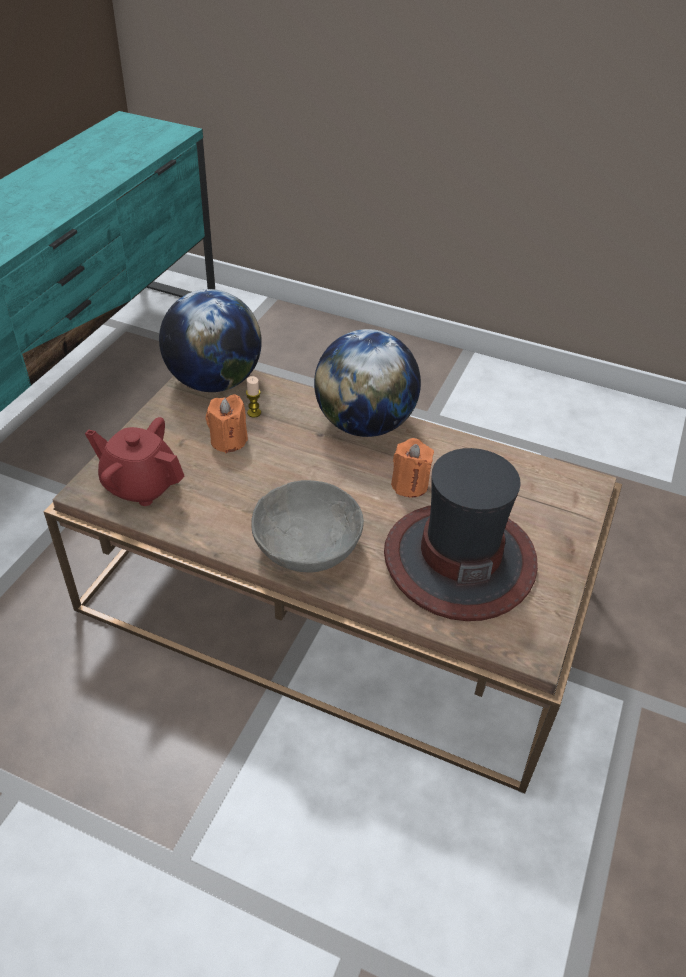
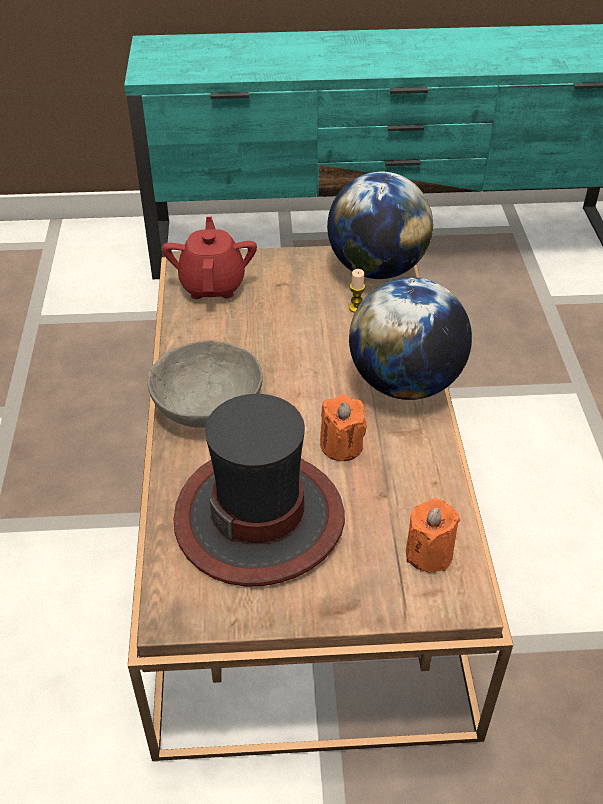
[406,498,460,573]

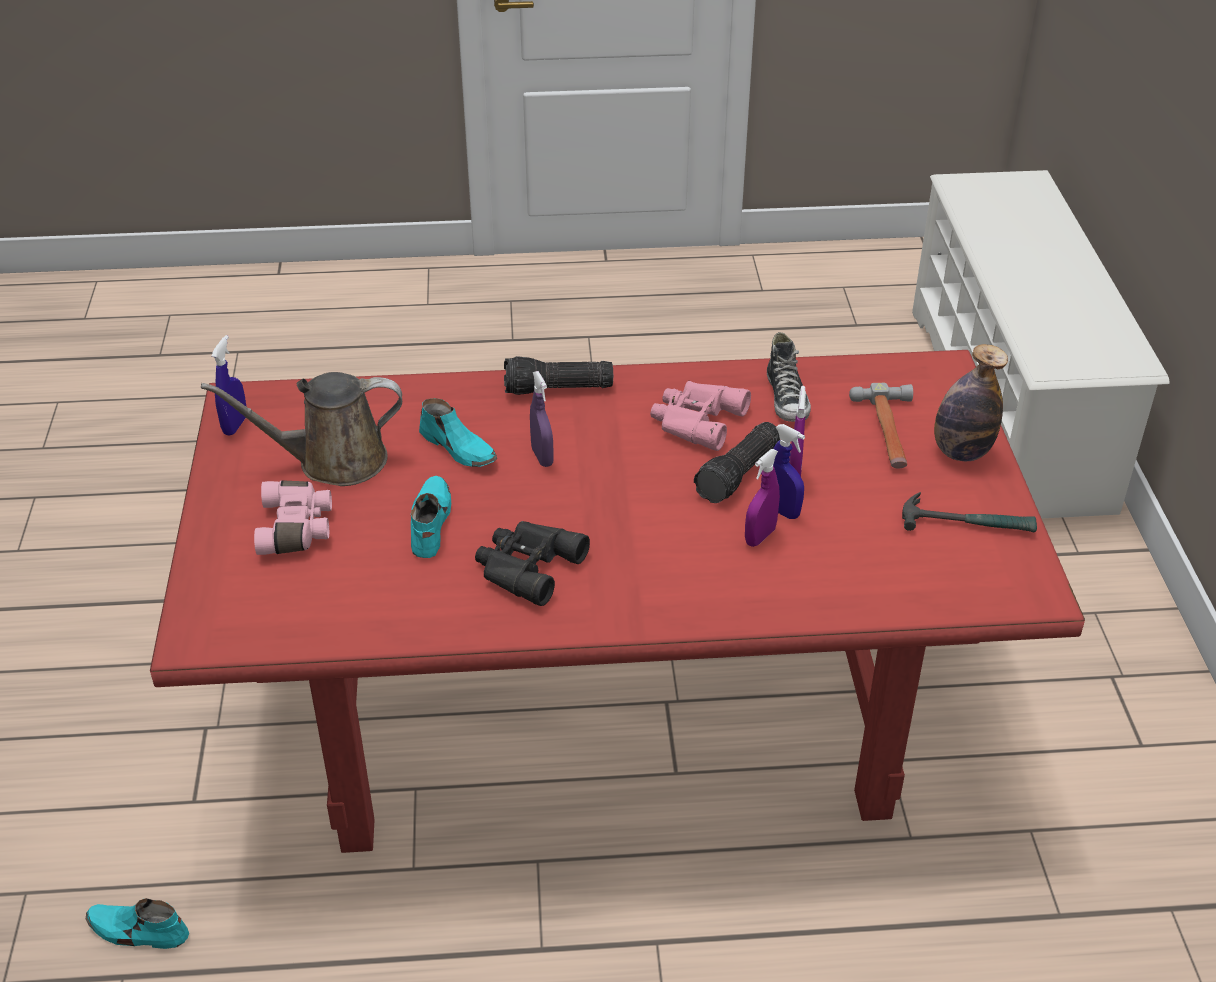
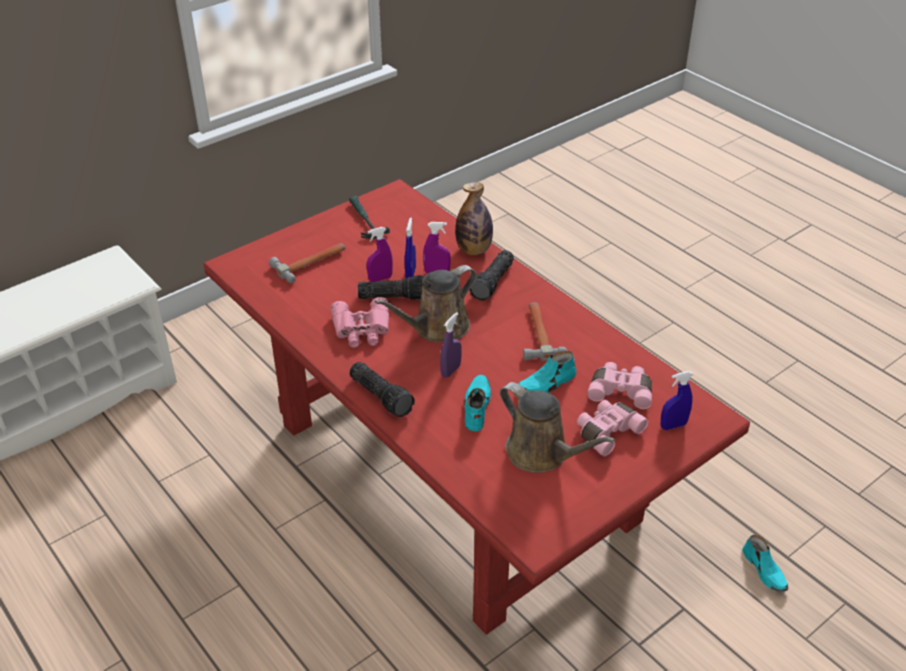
[767,332,811,422] (first image)
[660,371,693,430]
[455,182,493,255]
[523,302,567,361]
[470,250,514,301]
[375,265,477,342]
[587,362,652,409]

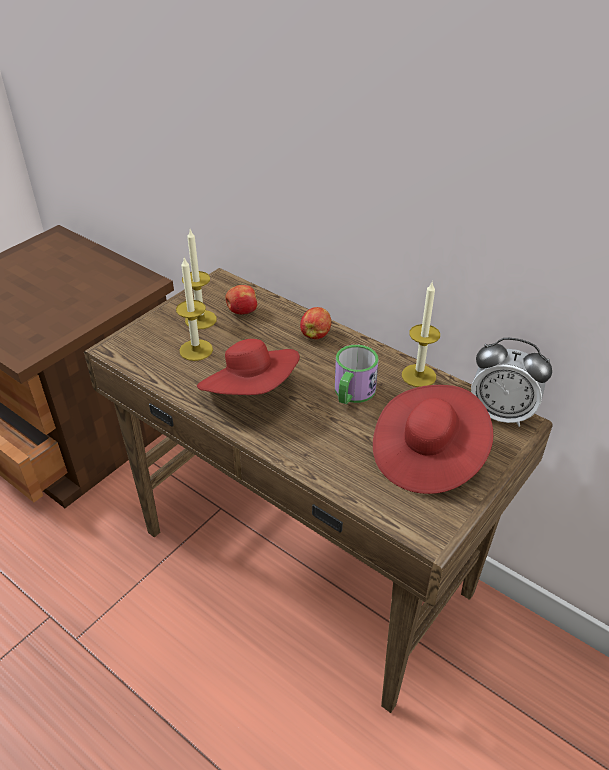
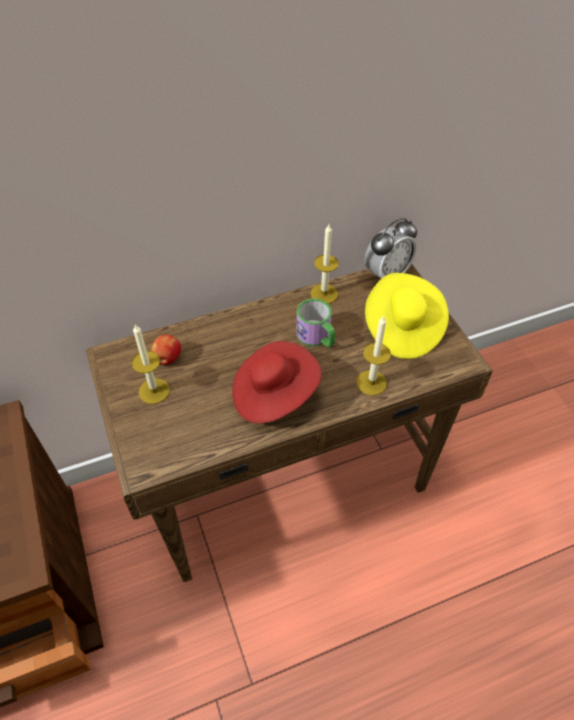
[356,315,391,395]
[300,307,331,339] (first image)
[365,273,449,359]

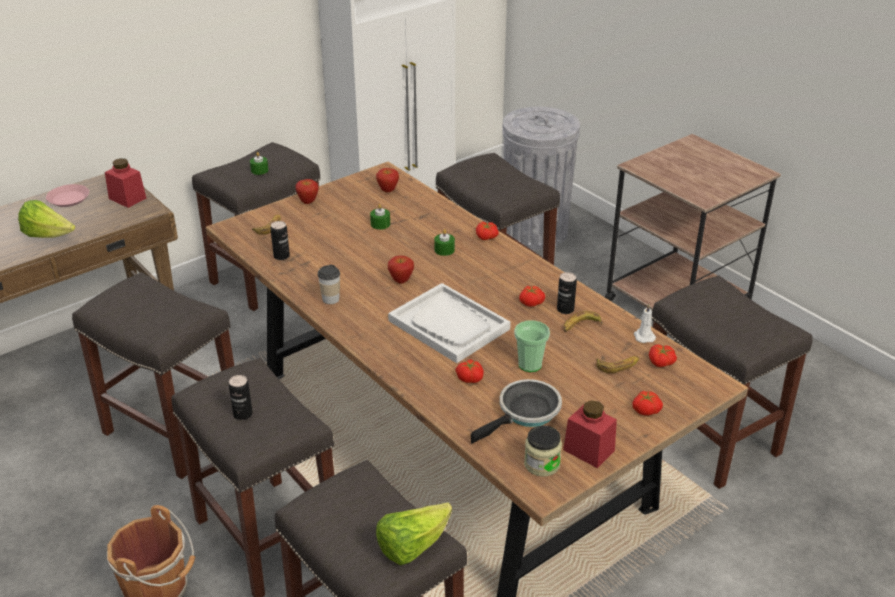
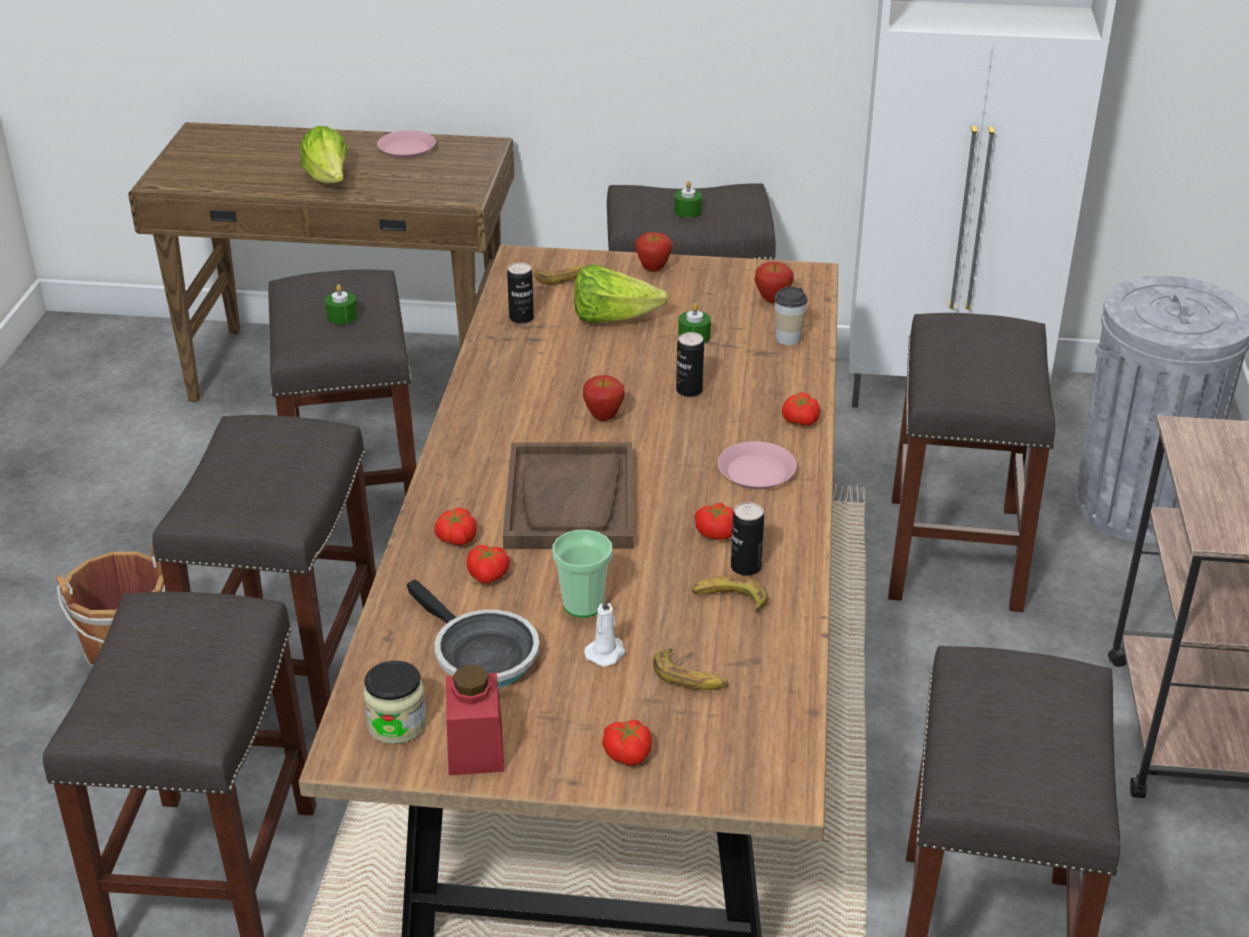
[105,158,146,208] (first image)
[325,284,357,324]
[774,287,808,345]
[503,442,633,549]
[584,596,626,667]
[434,508,477,545]
[676,332,704,397]
[407,579,539,688]
[574,264,669,323]
[718,441,797,489]

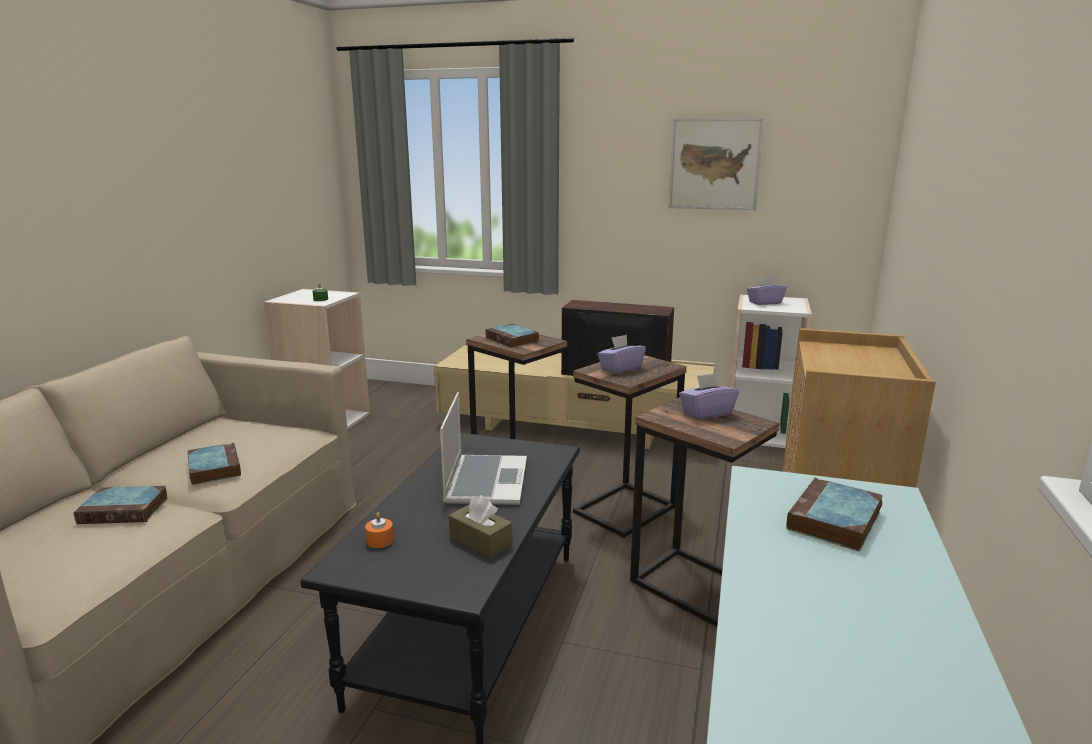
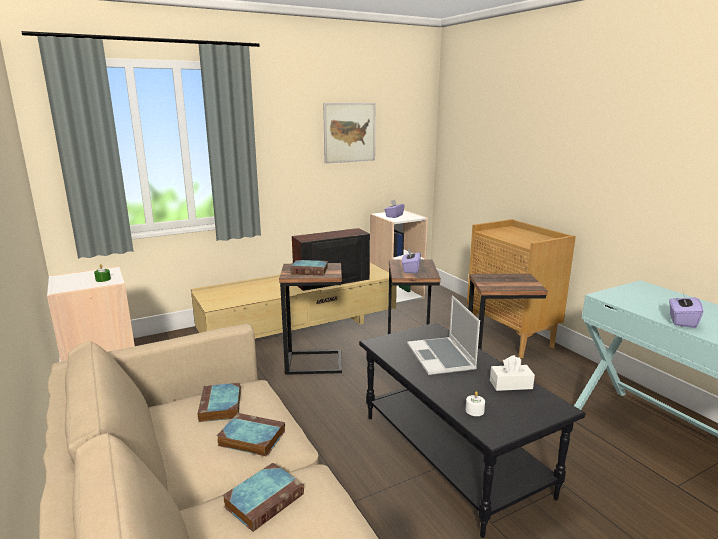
[669,293,703,328]
[407,296,480,375]
[198,383,241,422]
[490,355,535,391]
[465,391,485,416]

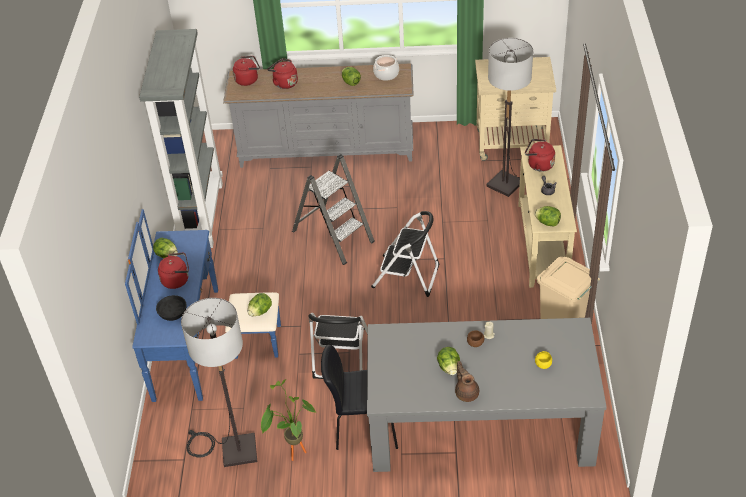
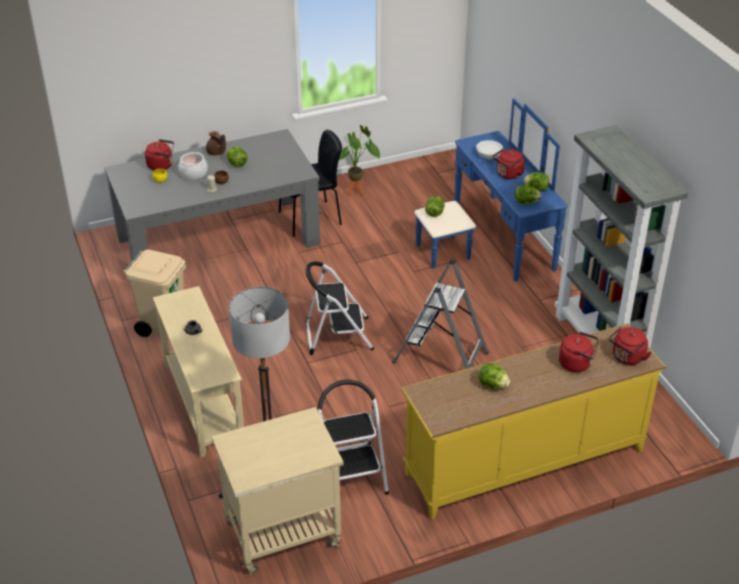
[179,152,208,180]
[401,323,666,519]
[145,139,174,171]
[515,185,541,204]
[476,140,503,160]
[181,298,257,467] (first image)
[318,380,389,495]

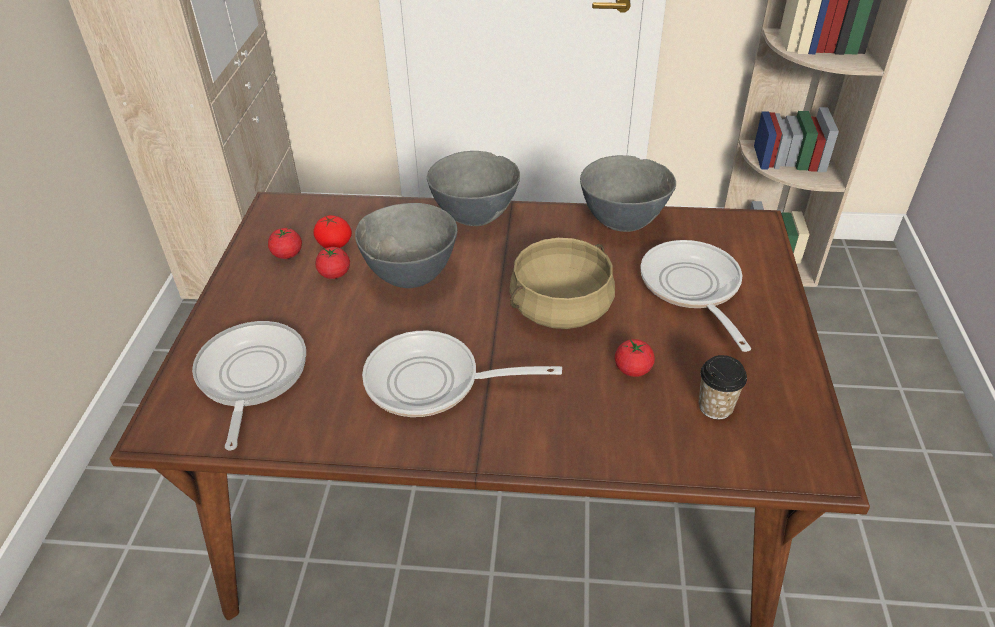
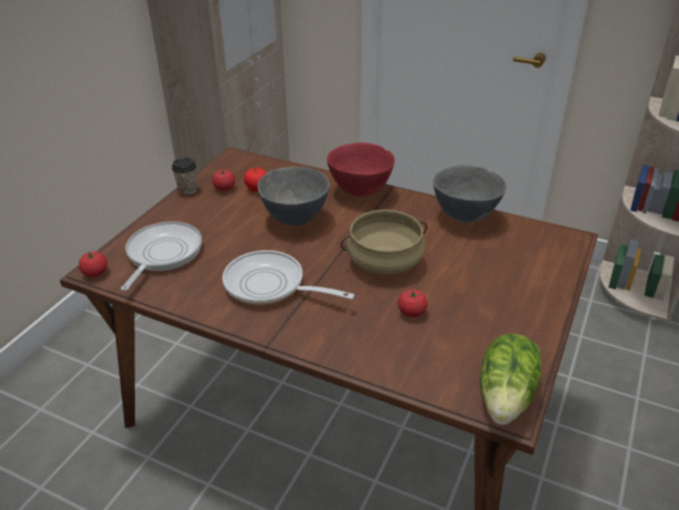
[327,143,395,197]
[640,240,751,352] (first image)
[79,251,107,277]
[172,157,198,194]
[480,334,541,425]

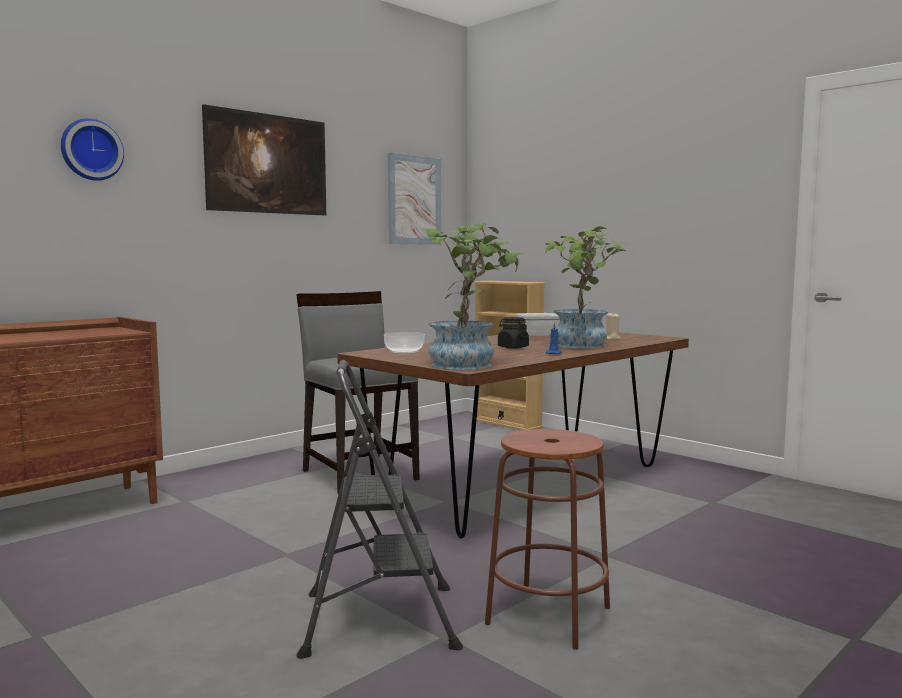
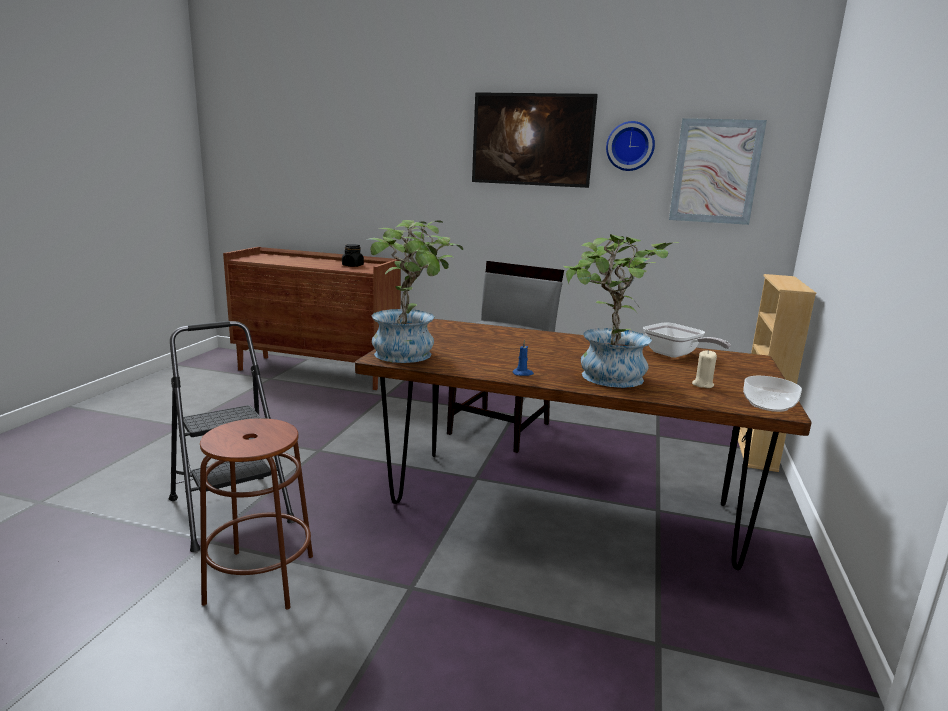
[606,121,655,171]
[342,244,364,267]
[743,376,802,412]

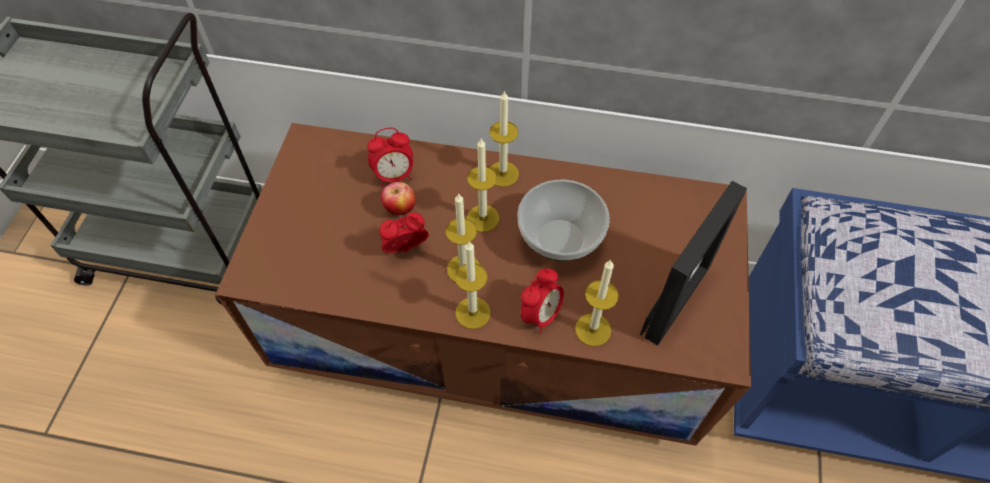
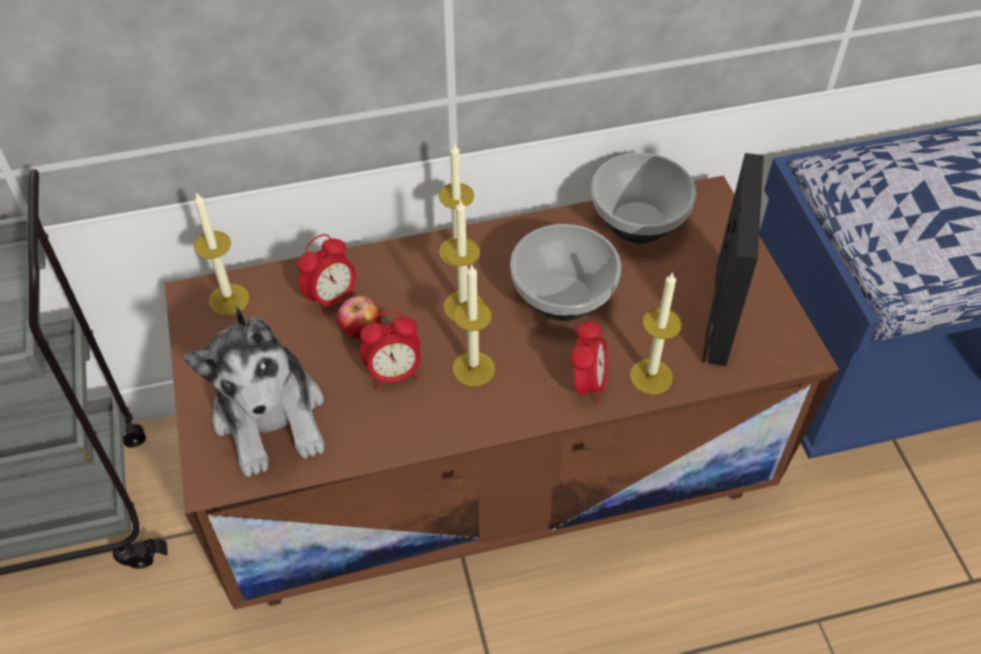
[360,311,421,389]
[194,192,250,316]
[592,153,696,243]
[184,306,324,477]

